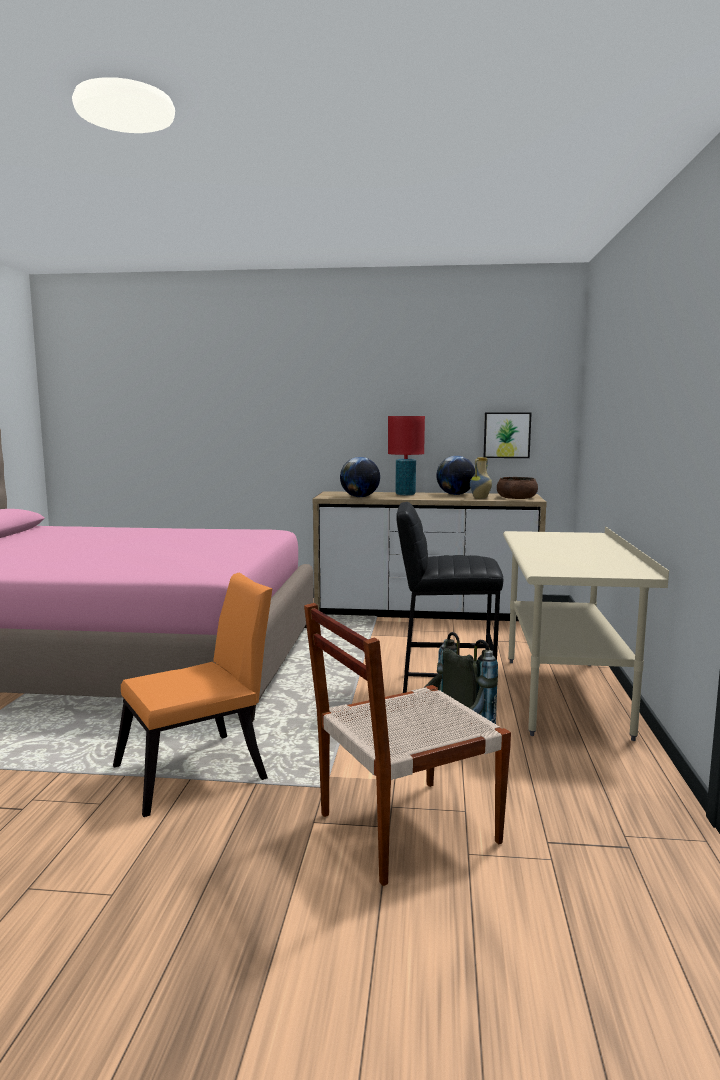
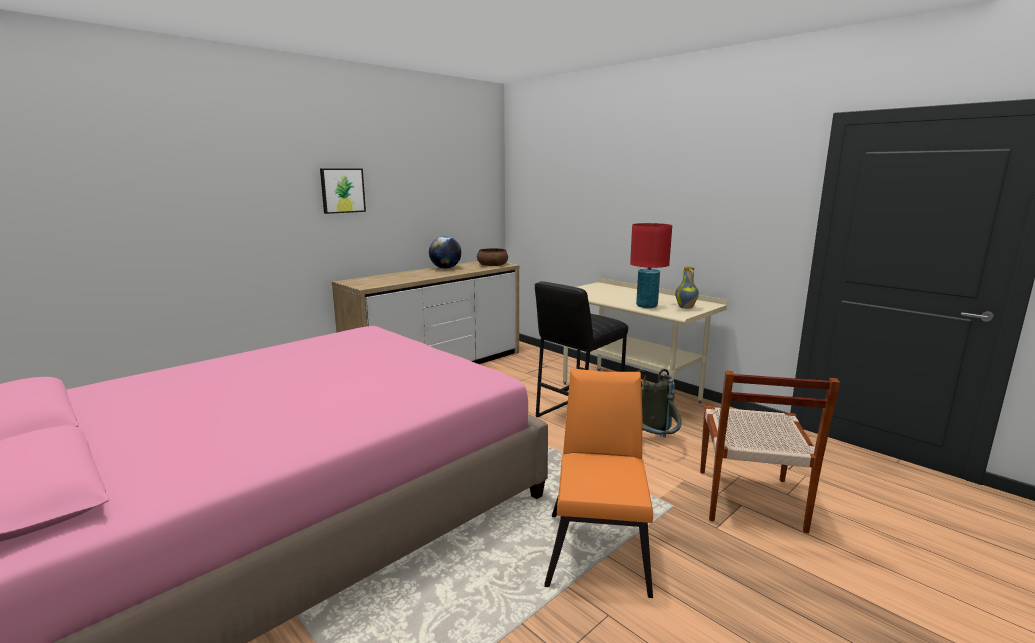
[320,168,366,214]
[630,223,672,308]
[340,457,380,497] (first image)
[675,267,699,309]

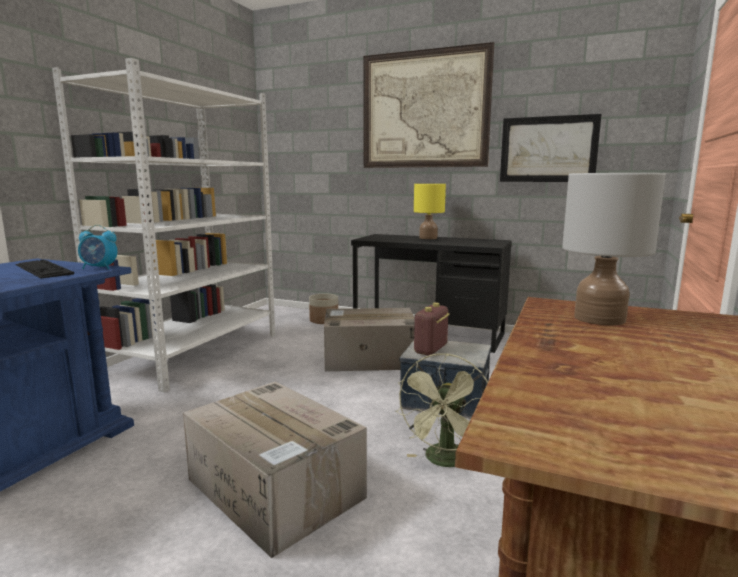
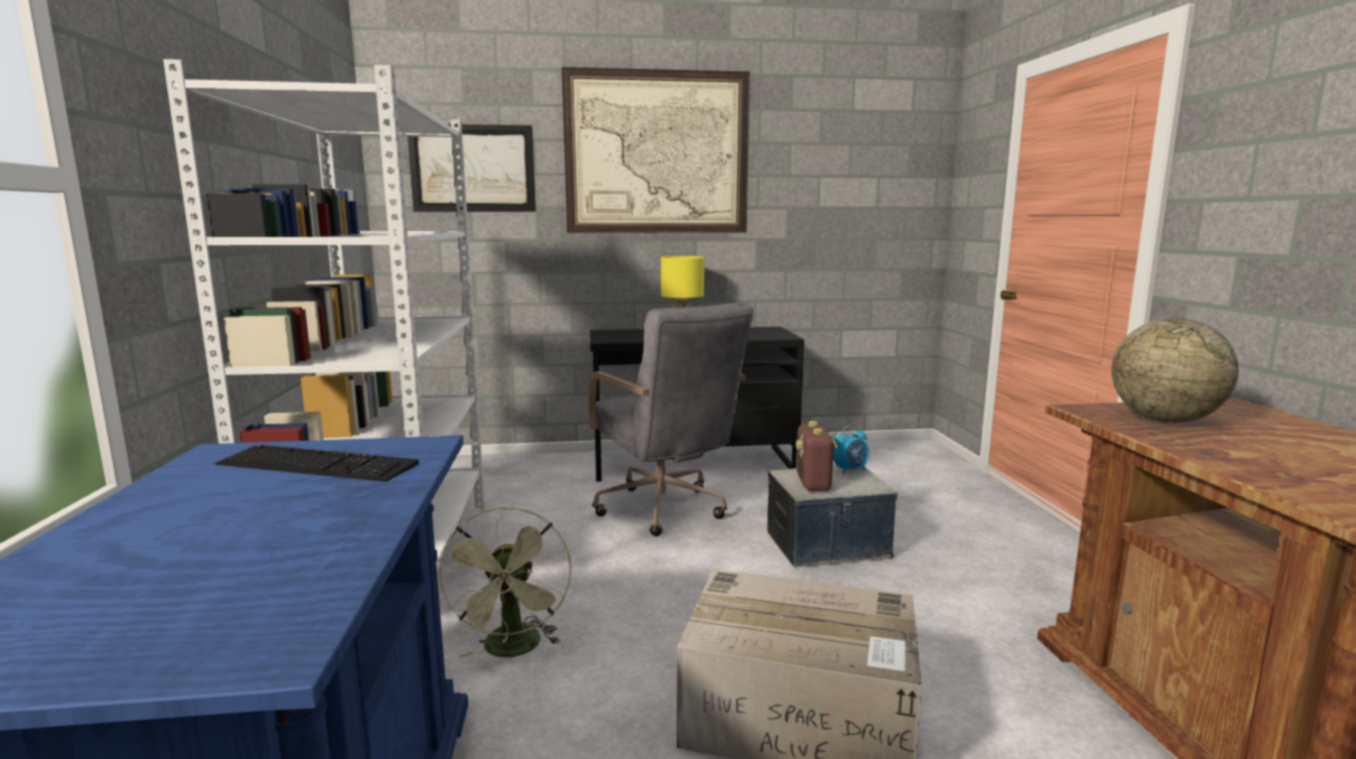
[408,124,536,212]
[1111,318,1239,423]
[833,425,869,475]
[309,294,338,324] (first image)
[588,302,753,536]
[438,506,572,658]

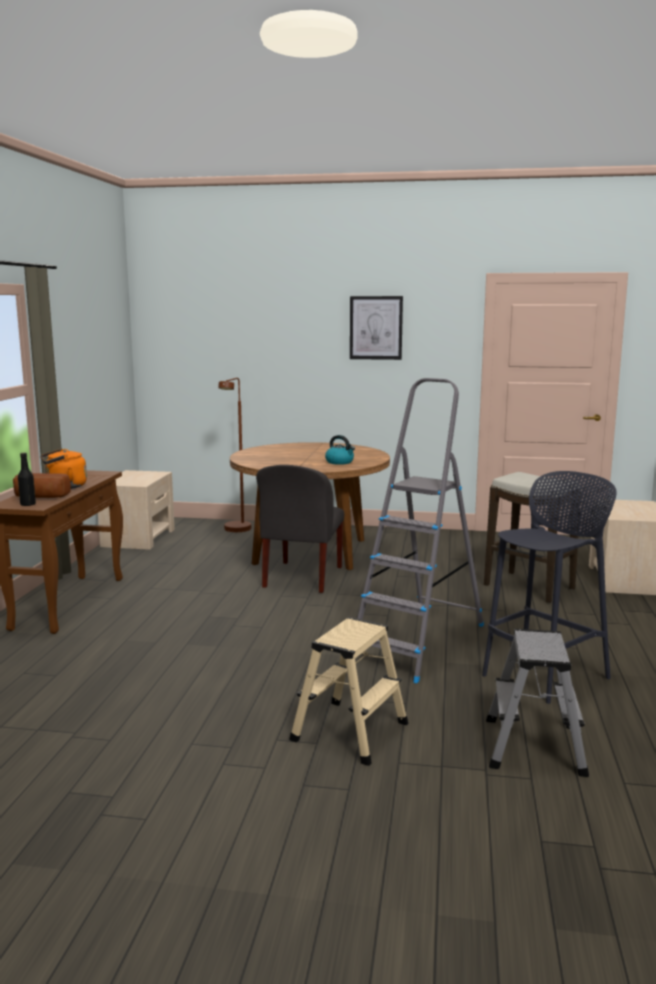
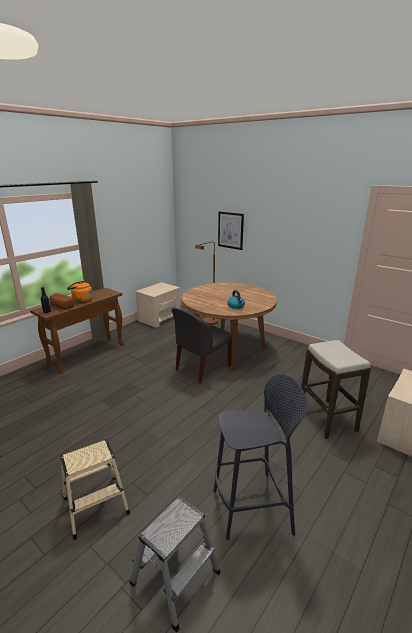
[218,211,244,250]
[357,378,484,683] (first image)

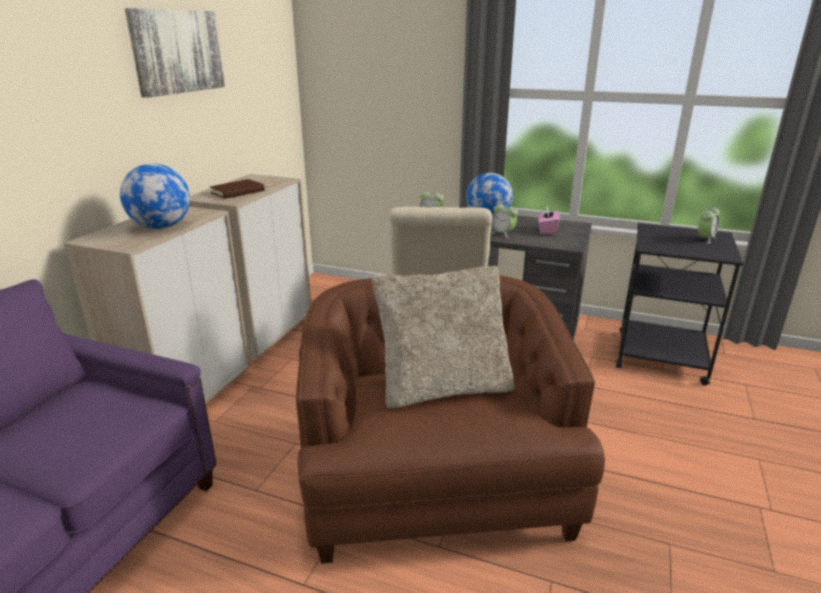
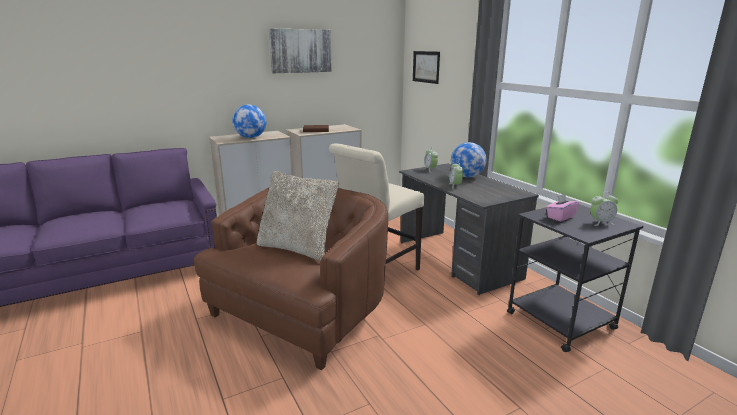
[546,194,579,222]
[413,51,440,84]

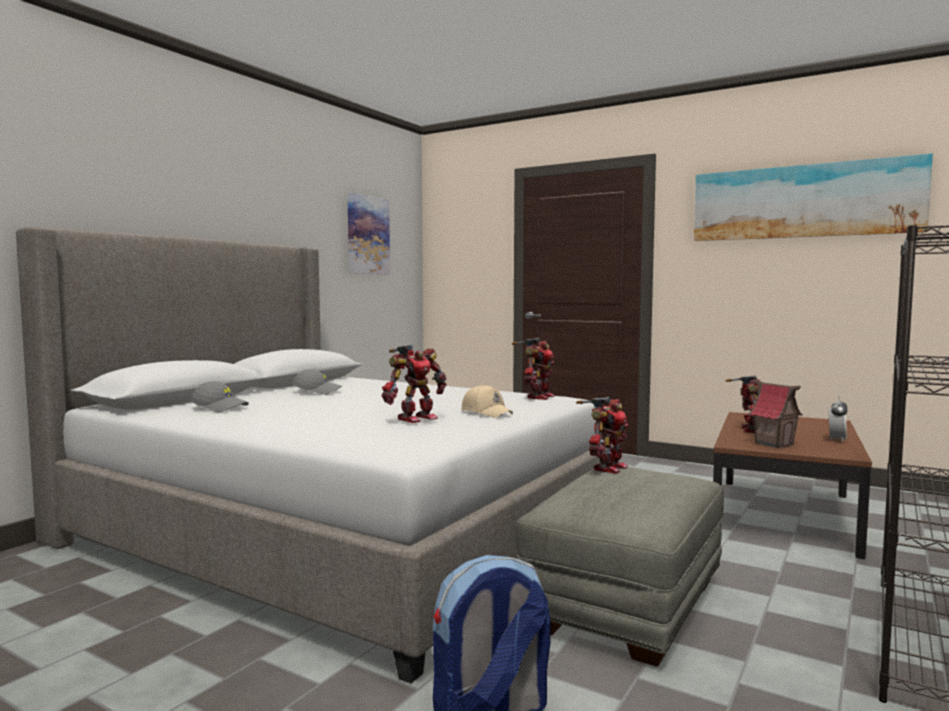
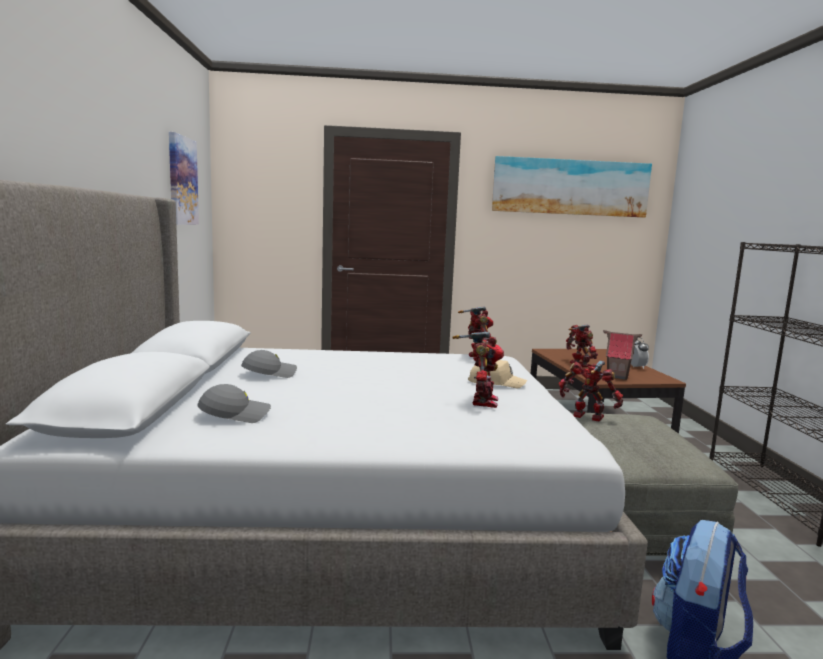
[559,361,623,421]

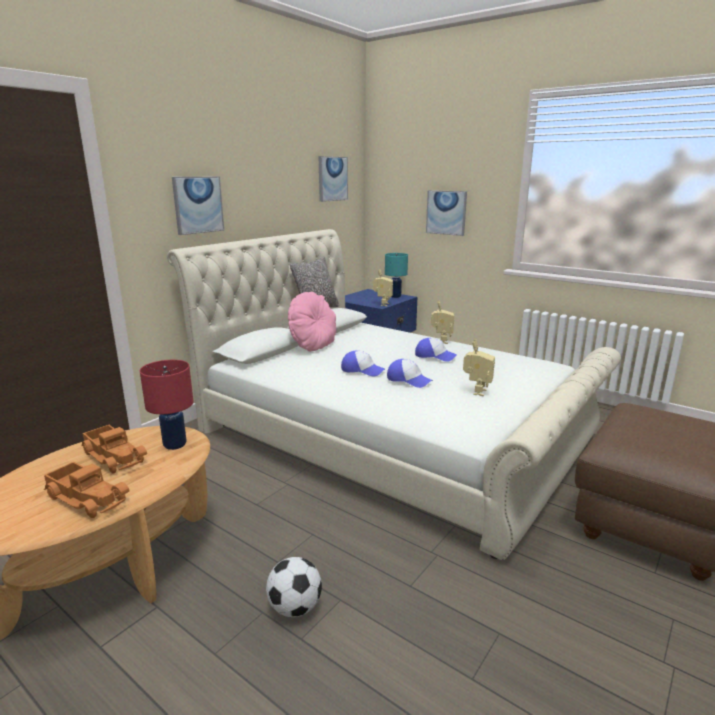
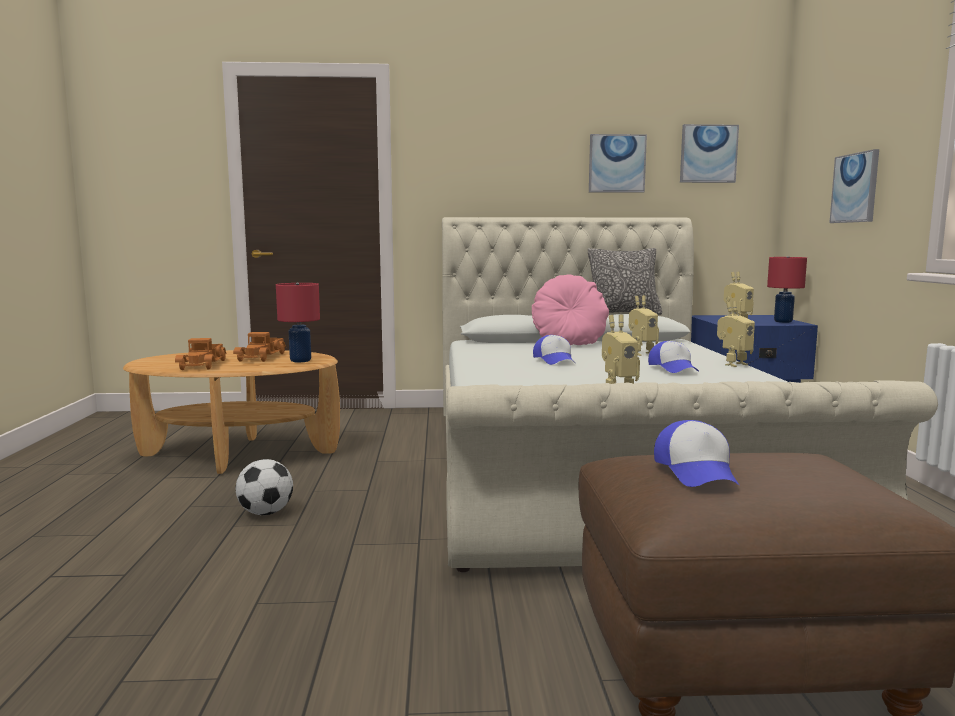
[589,134,647,193]
[767,256,807,323]
[654,420,739,487]
[629,295,659,356]

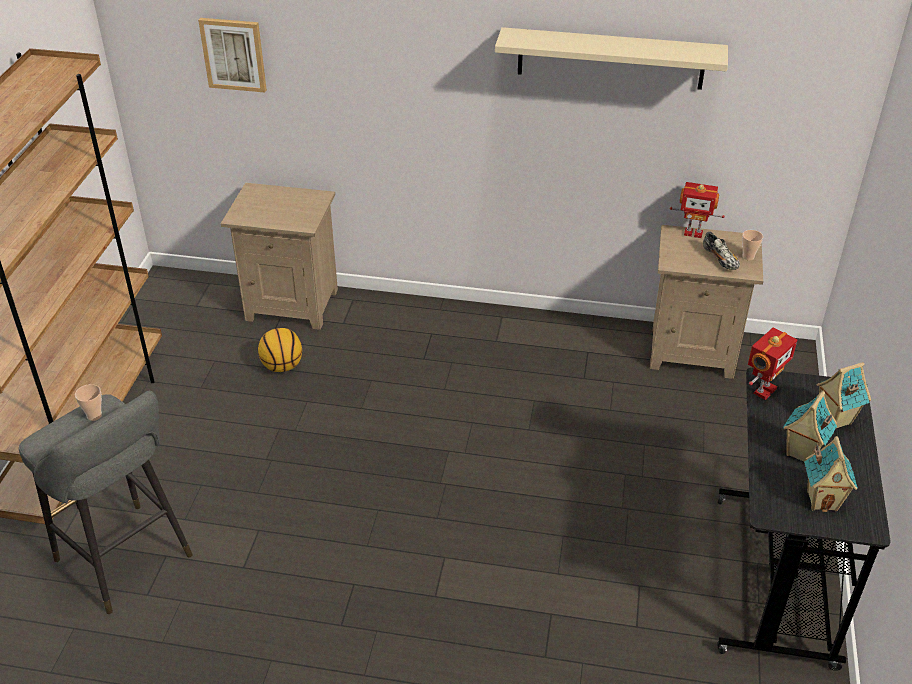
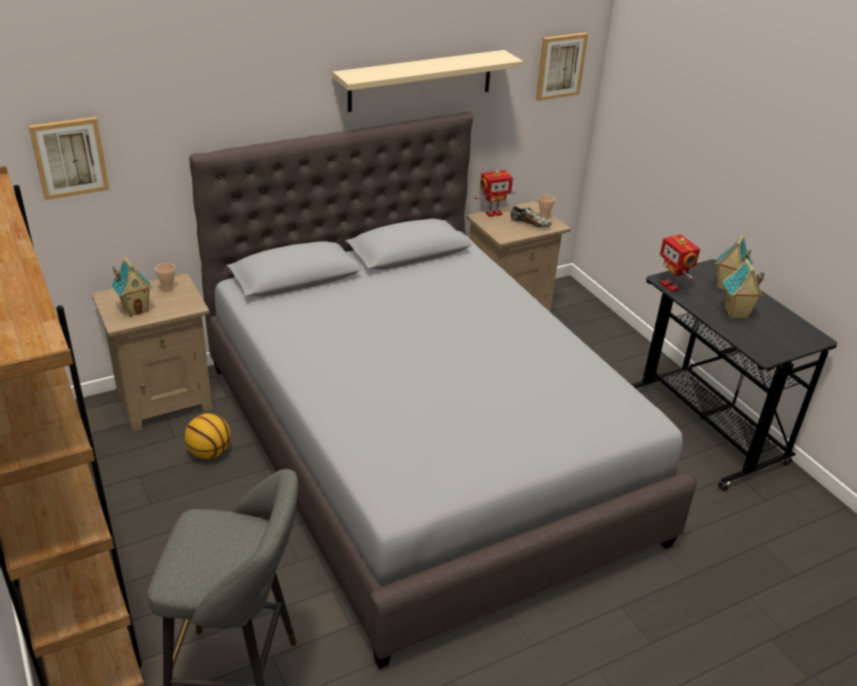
[660,235,700,292]
[155,263,175,292]
[111,256,153,317]
[536,33,588,101]
[189,112,697,669]

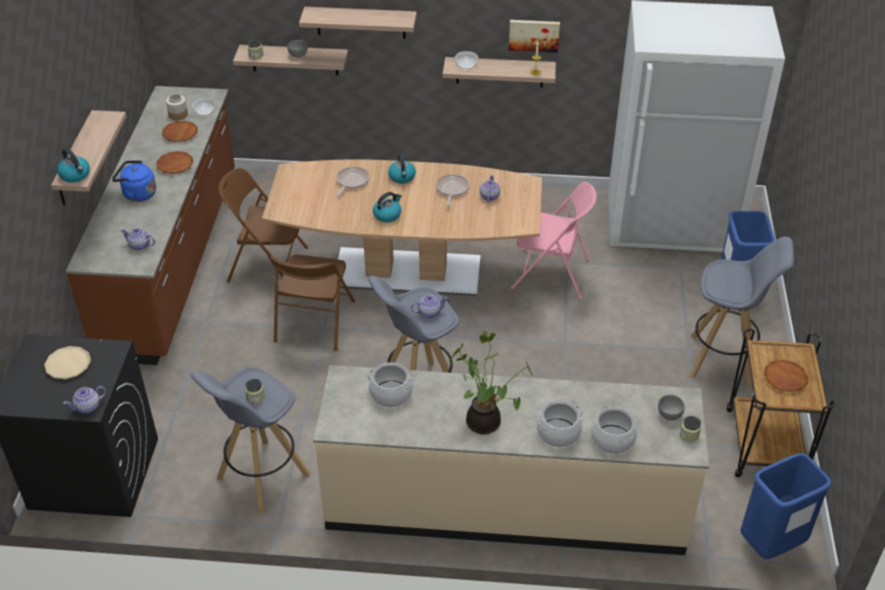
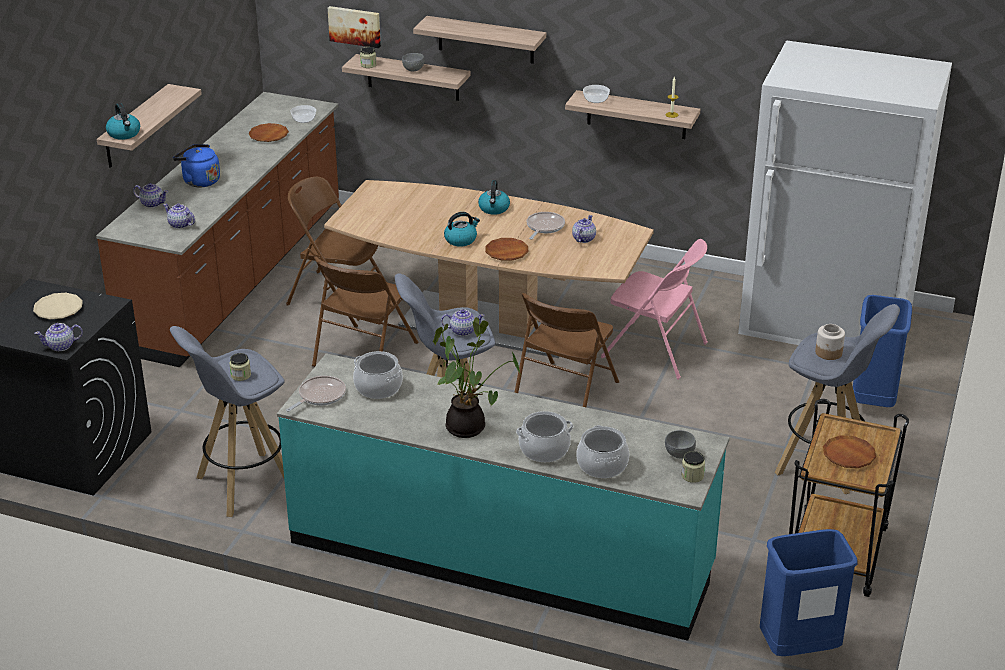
[328,6,381,48]
[815,324,845,360]
[485,238,528,260]
[286,376,346,412]
[277,353,730,641]
[133,183,168,208]
[514,293,619,407]

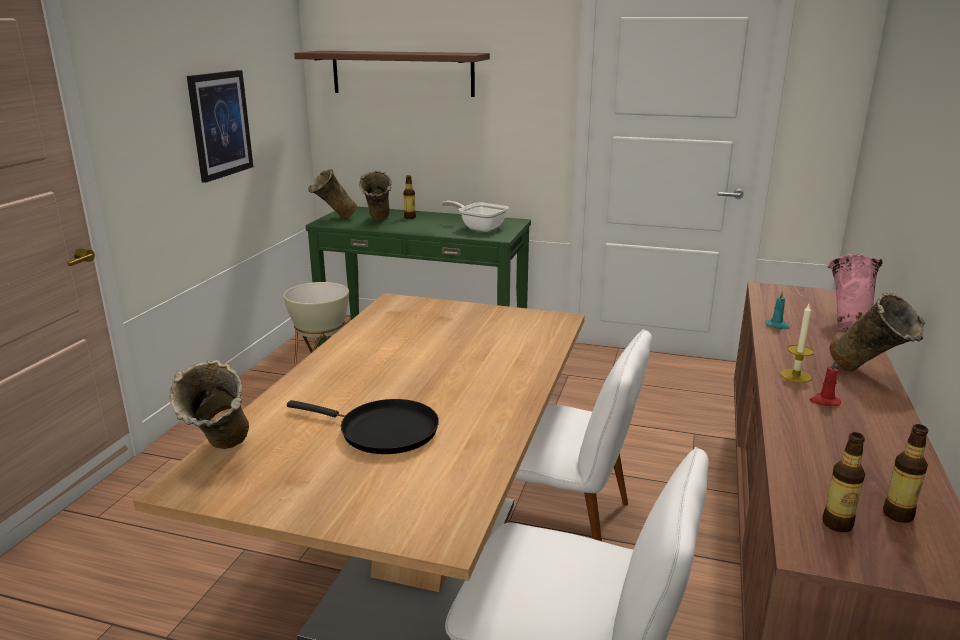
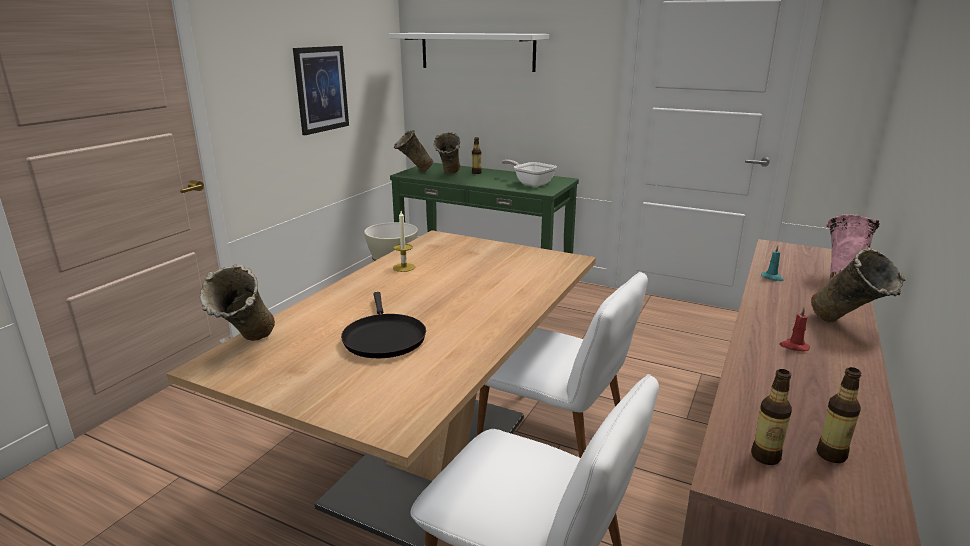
[389,33,549,72]
[393,211,415,272]
[341,292,426,358]

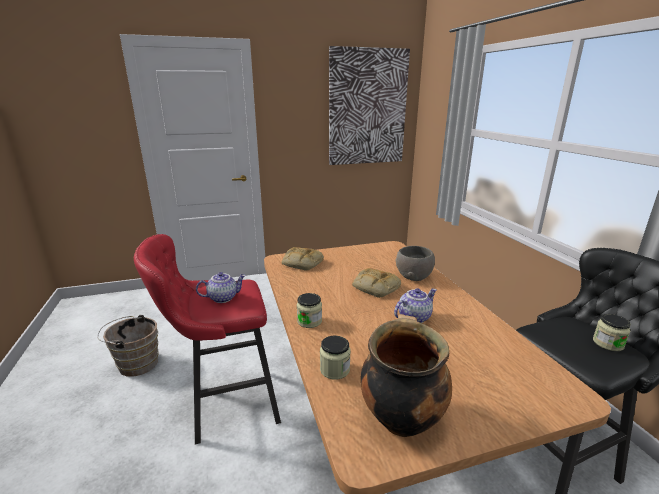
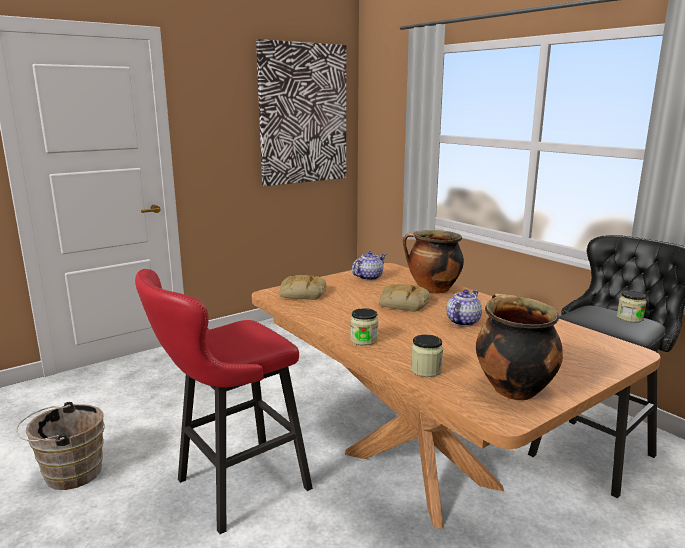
[403,230,464,294]
[352,251,386,281]

